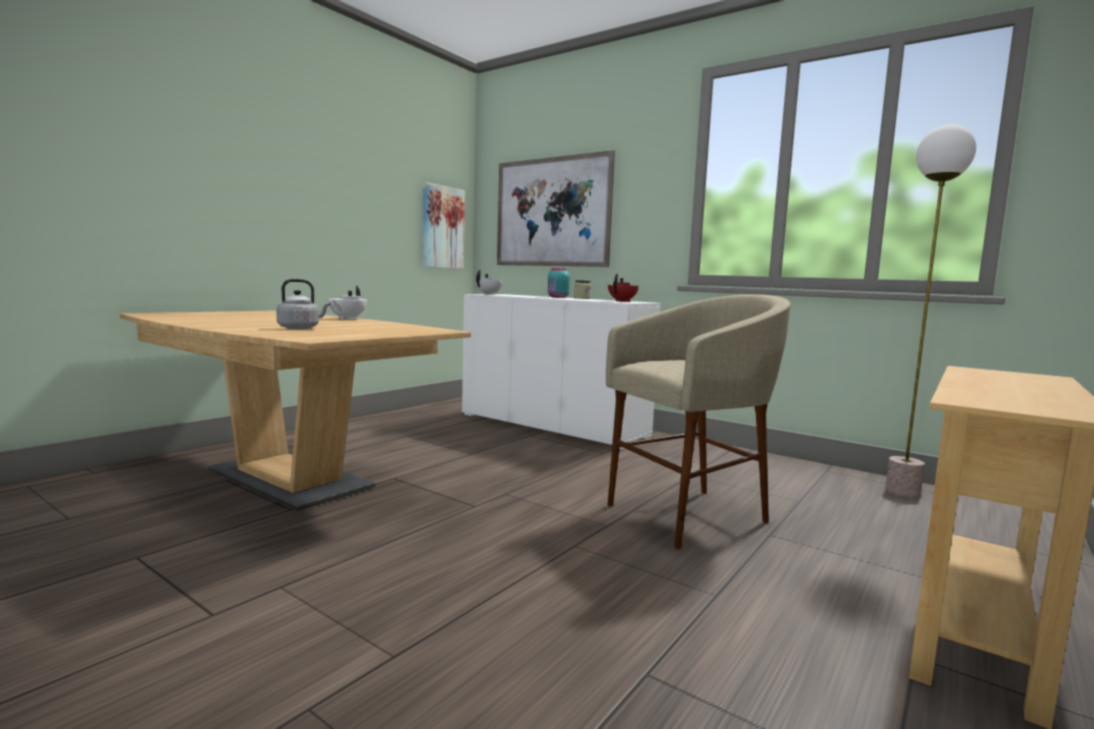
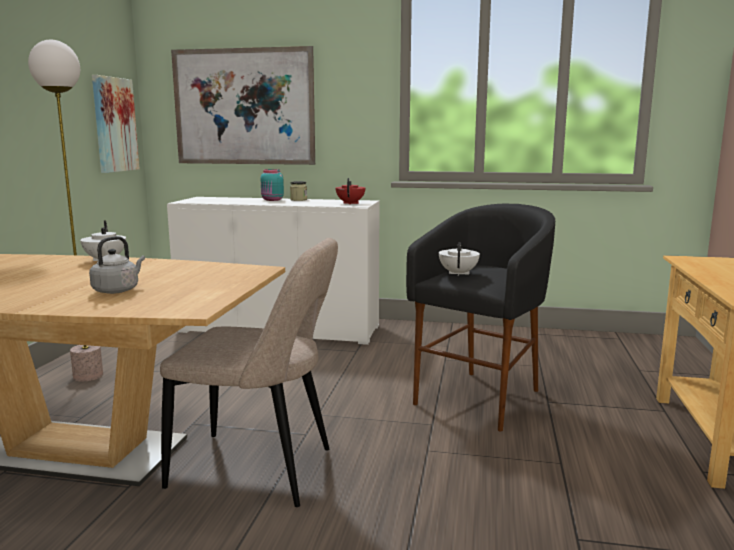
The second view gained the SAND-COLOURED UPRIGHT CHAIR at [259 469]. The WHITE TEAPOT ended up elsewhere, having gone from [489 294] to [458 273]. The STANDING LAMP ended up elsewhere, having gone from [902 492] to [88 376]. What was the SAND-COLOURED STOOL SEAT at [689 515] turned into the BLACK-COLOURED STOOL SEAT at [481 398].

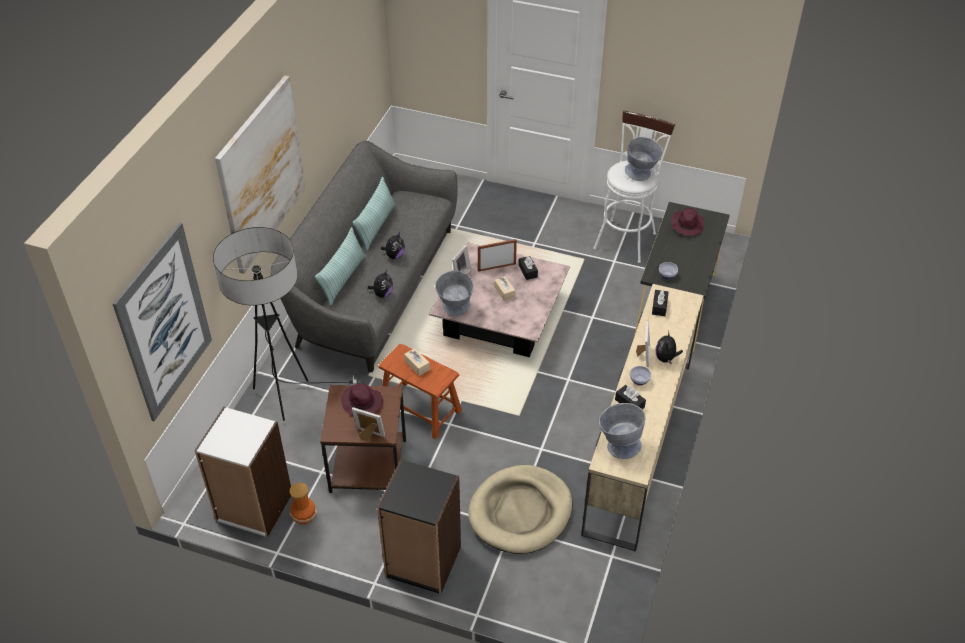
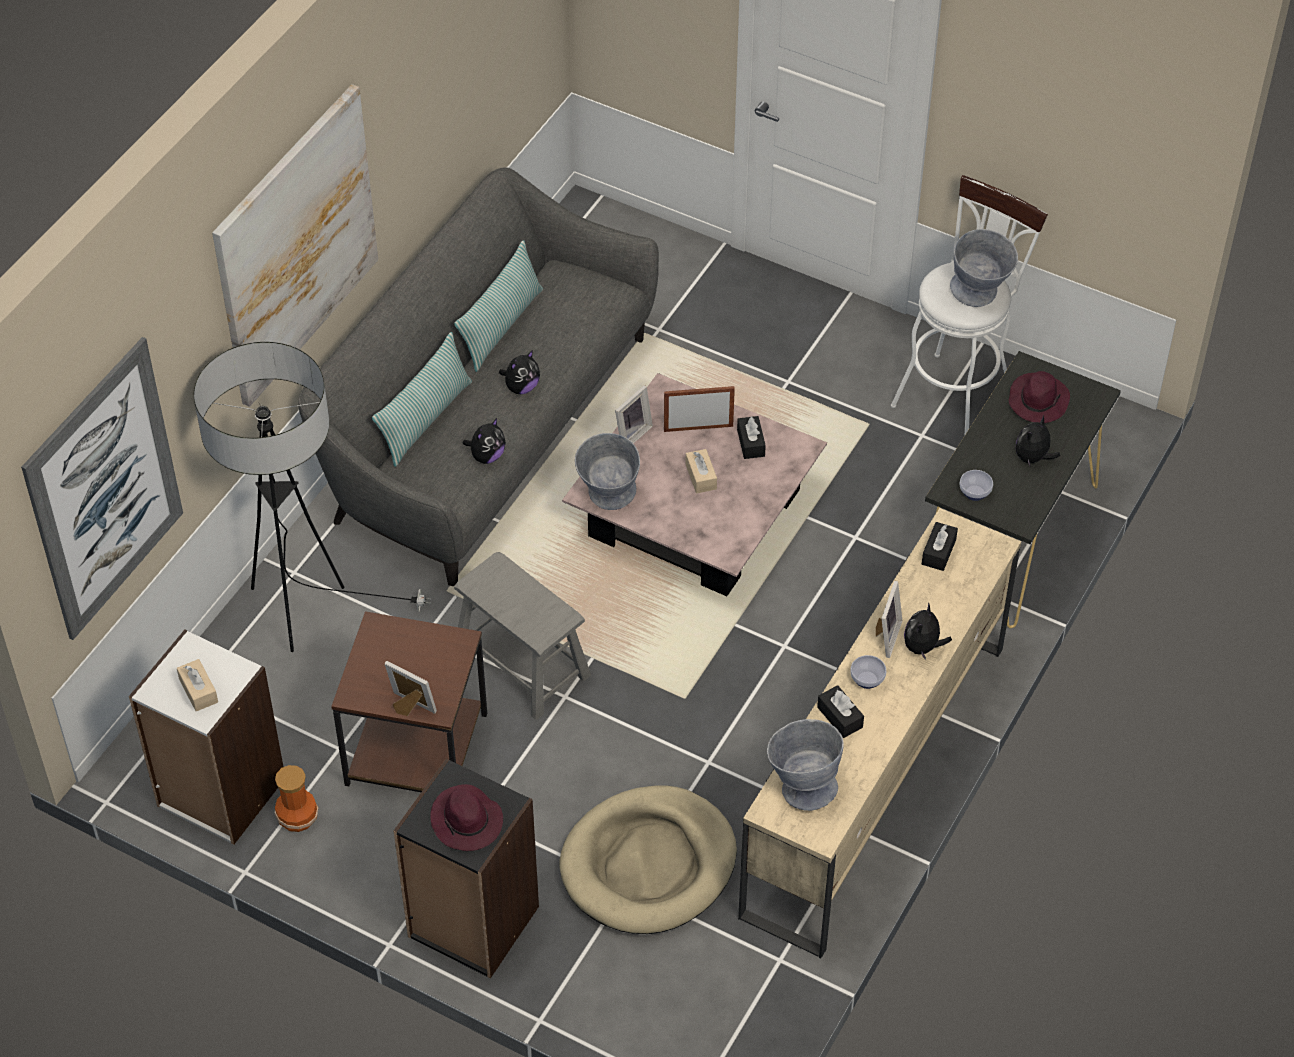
The second view gained the PLUSH TOY at [1033 458]. The PURPLE-COLOURED HAT ended up elsewhere, having gone from [362 403] to [467 822]. The SAND-COLOURED BOX OF TISSUES ended up elsewhere, having gone from [417 365] to [198 691]. What was the BROWNISH STOOL SEAT at [420 409] turned into the GREY STOOL SEAT at [521 664].

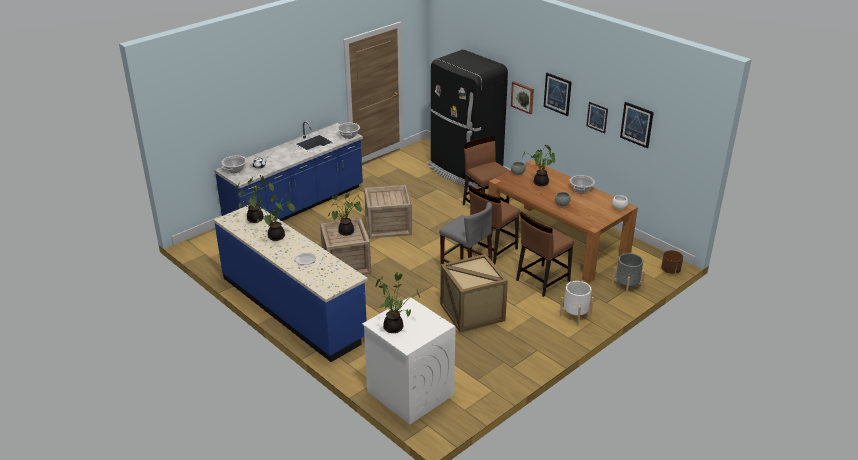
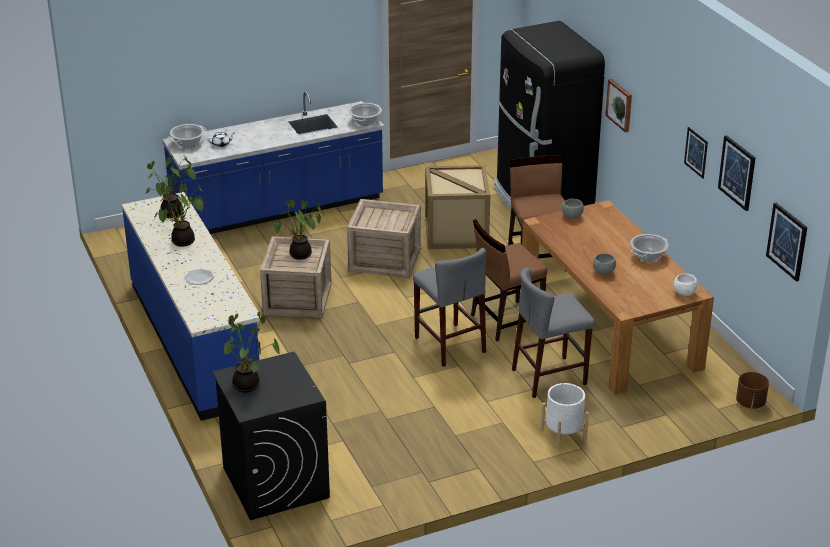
The second view lost the POTTED PLANT at [539 183]. The second view lost the GREY PLANTER at [626 287]. The CRATE ended up elsewhere, having gone from [472 313] to [455 233]. The PICTURE ended up elsewhere, having gone from [557 94] to [787 241]. Where the BROWNISH UPRIGHT CHAIR stood at [542 280], the GREY STOOL SEAT came to stand at [549 377]. What was the WHITE WASHING MACHINE at [409 393] turned into the BLACK-COLOURED WASHING MACHINE at [275 482].

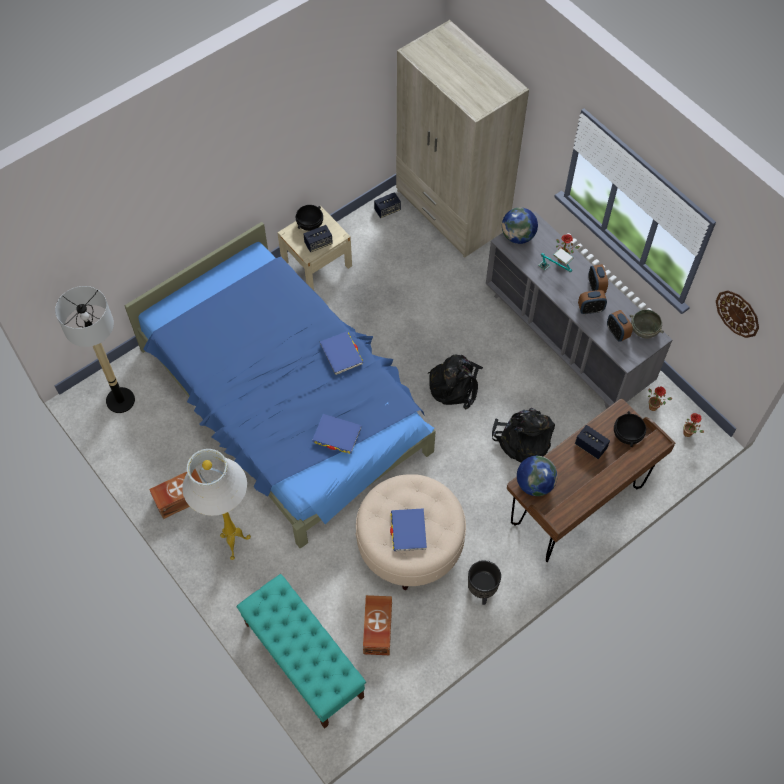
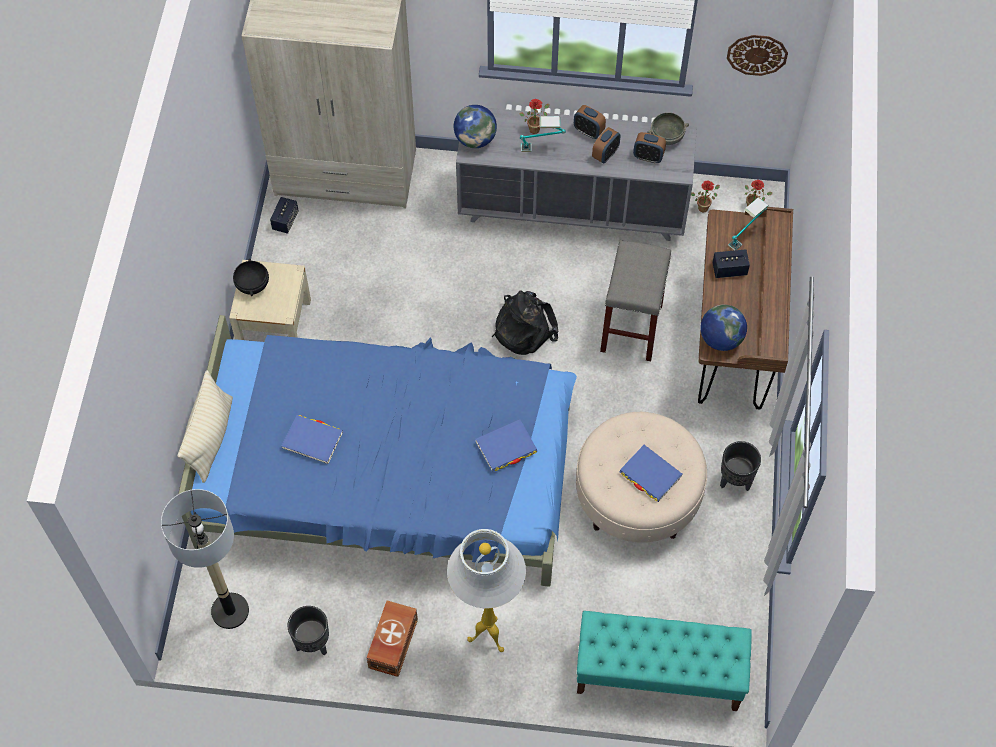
The second view lost the LOUDSPEAKER at [318 244]. The second view lost the BROWNISH STORAGE BIN at [377 630]. The second view gained the SAND-COLOURED CUSHION at [210 438]. The second view gained the BLACK-COLOURED PLANTER at [312 643]. The BLUE VOLUME ended up elsewhere, having gone from [341 354] to [312 440]. Where the BLACK-COLOURED RUCKSACK stood at [522 440], the GREY STOOL SEAT came to stand at [631 327]. Where the BLACK-COLOURED SERVING BOWL stood at [627 434], the LAMP FOR A TABLE came to stand at [746 236].

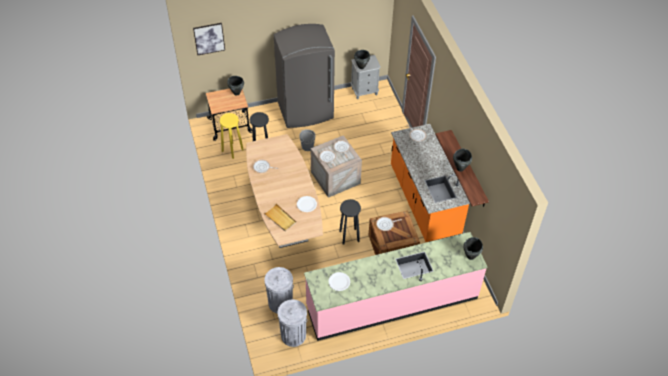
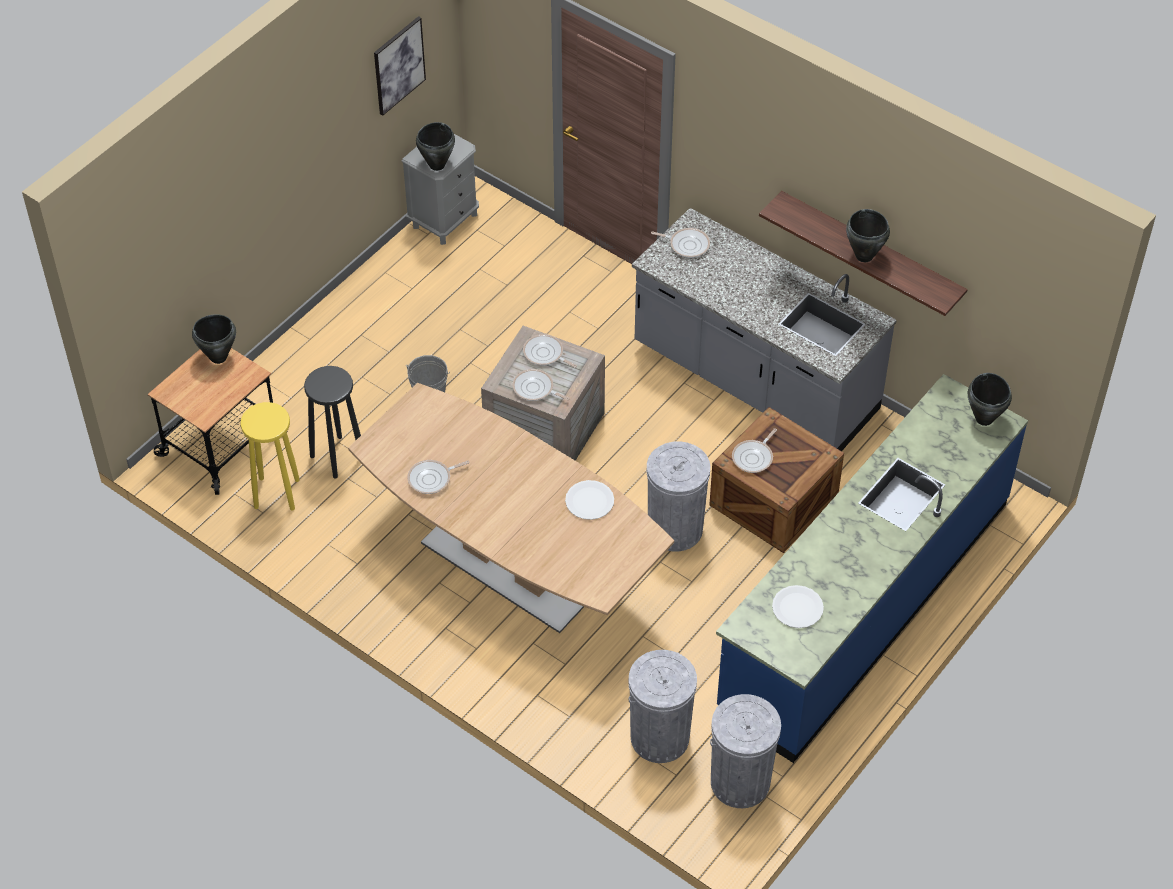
The second view lost the SAND-COLOURED CARRYING TRAY at [280 218]. The second view lost the GREY KITCHEN FRIDGE at [306 111]. The PICTURE ended up elsewhere, having gone from [209 38] to [398 65]. Where the BLACK-COLOURED STOOL SEAT stood at [349 236], the GREY WASTE BIN came to stand at [675 529]. What was the PINKISH COUNTER at [392 302] turned into the BLUE COUNTER at [863 604]. What was the ORANGE-COLOURED COUNTER at [423 201] turned into the GREY COUNTER at [754 379].

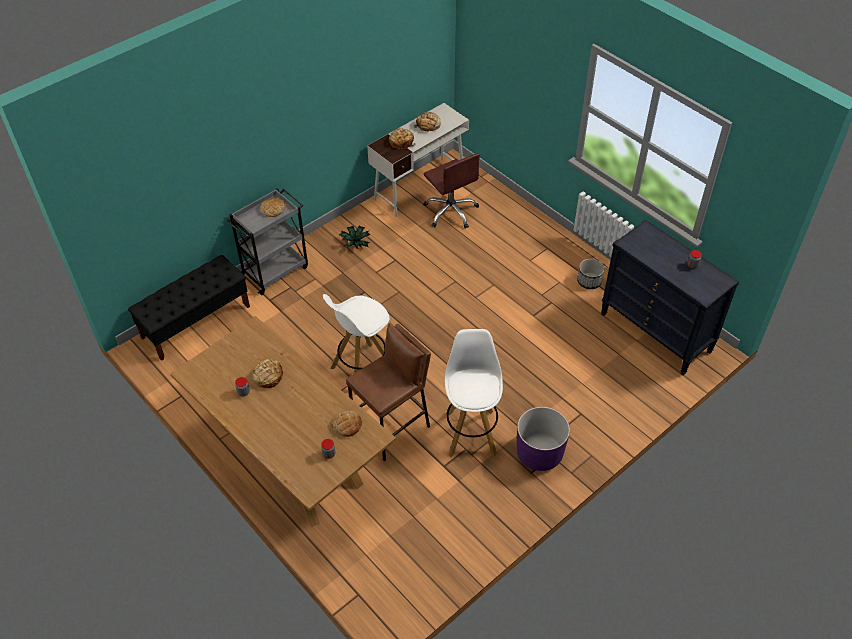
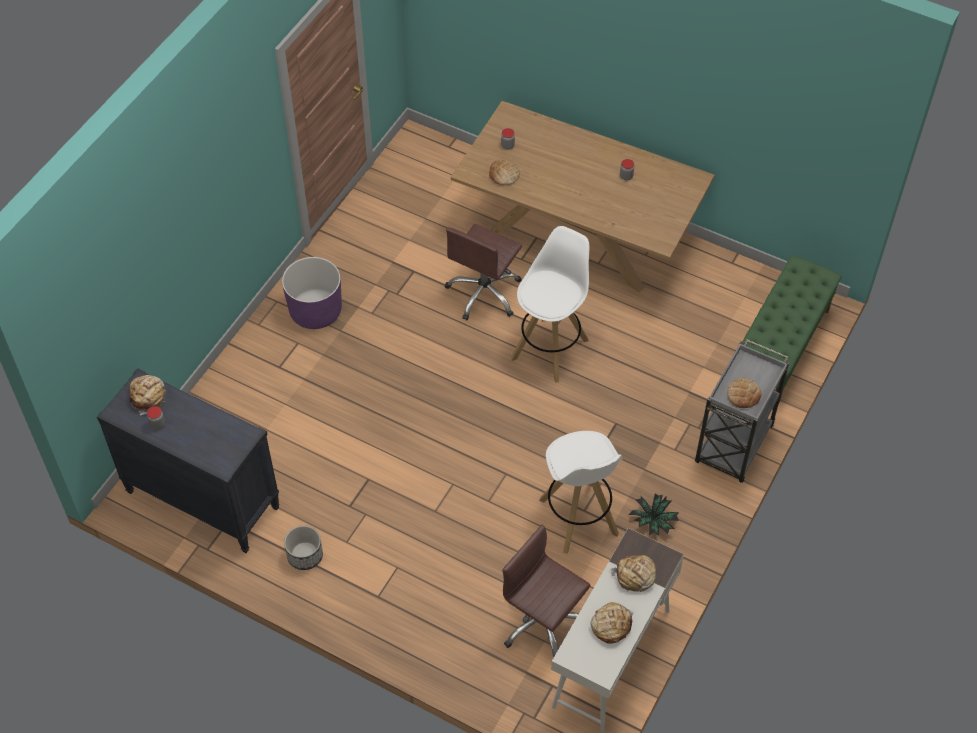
The BREAD ended up elsewhere, having gone from [268 376] to [148 396]. The WHITE STOOL SEAT ended up elsewhere, having gone from [471 432] to [579 518]. Where the BROWNISH STOOL SEAT stood at [392 428], the BROWNISH DESK CHAIR came to stand at [484 293]. What was the BLACK-COLOURED INDOOR BENCH at [196 322] turned into the GREEN INDOOR BENCH at [780 348].

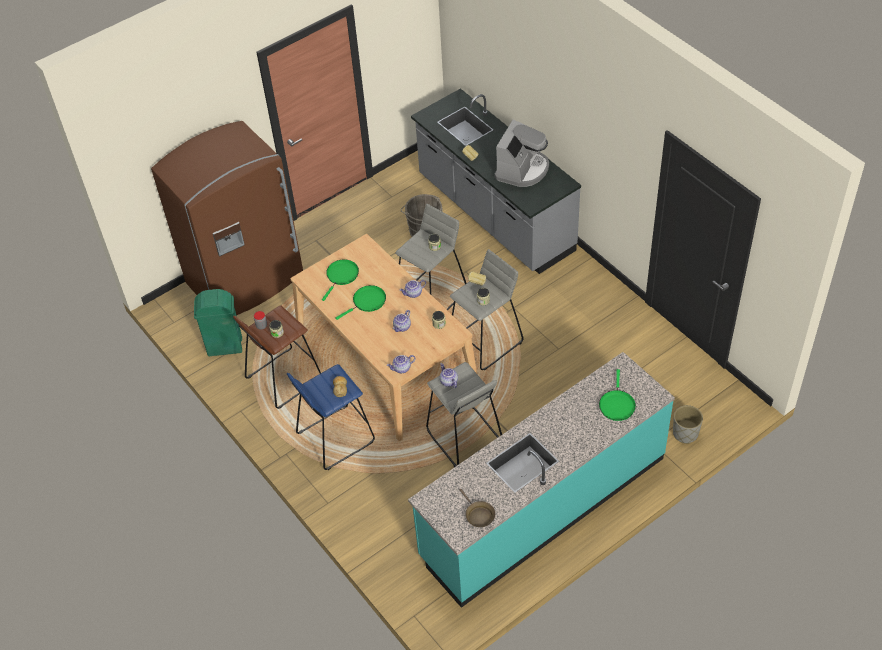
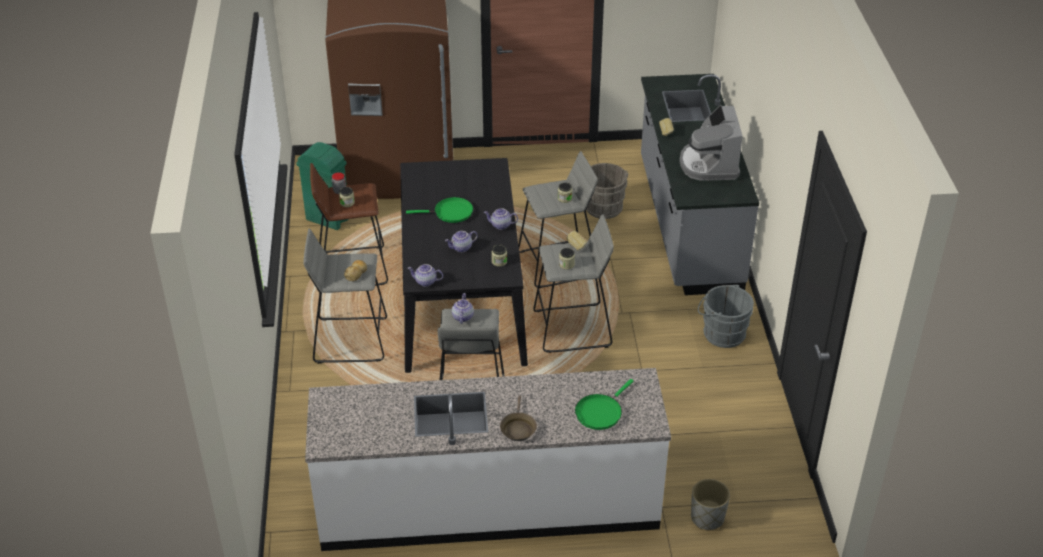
The second view lost the GREEN SKILLET at [341 276]. The second view gained the GREY PAIL at [721 333]. The BROWNISH SKILLET ended up elsewhere, having gone from [478 515] to [518 428]. What was the BLUE STOOL SEAT at [335 437] turned into the GREY STOOL SEAT at [350 339]. What was the SAND-COLOURED DINNER TABLE at [386 359] turned into the BLACK-COLOURED DINNER TABLE at [461 298]. What was the TURQUOISE-COLOURED COUNTER at [542 507] turned into the WHITE COUNTER at [488 505]. The COFFEE MAKER at [522 169] ended up facing another way, 120 degrees clockwise from before.

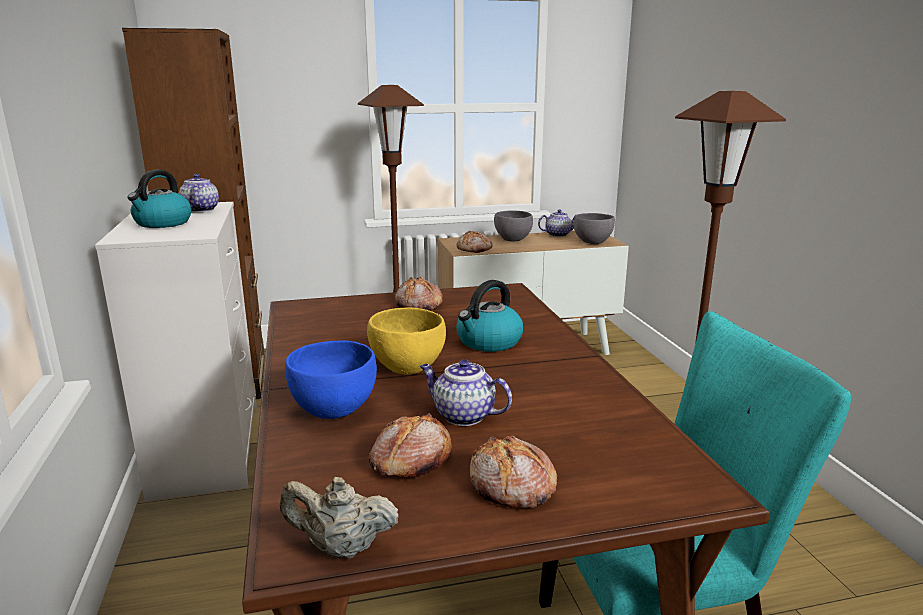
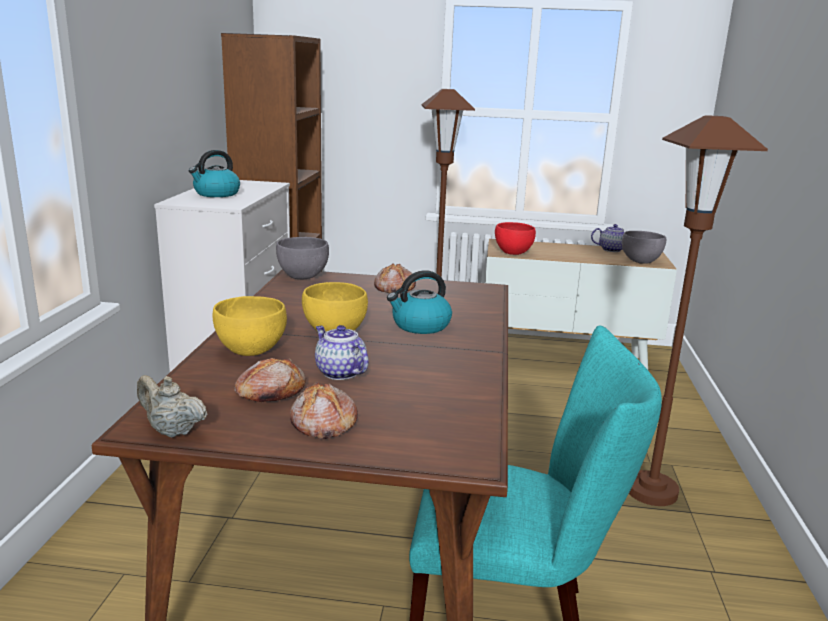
The second view lost the TEAPOT at [200 210]. The GREY SERVING BOWL ended up elsewhere, having gone from [513 239] to [302 276]. Where the BREAD stood at [474 249], the RED-COLOURED SERVING BOWL came to stand at [513 252]. What was the BLUE SERVING BOWL at [334 410] turned into the YELLOW-COLOURED SERVING BOWL at [251 350].

